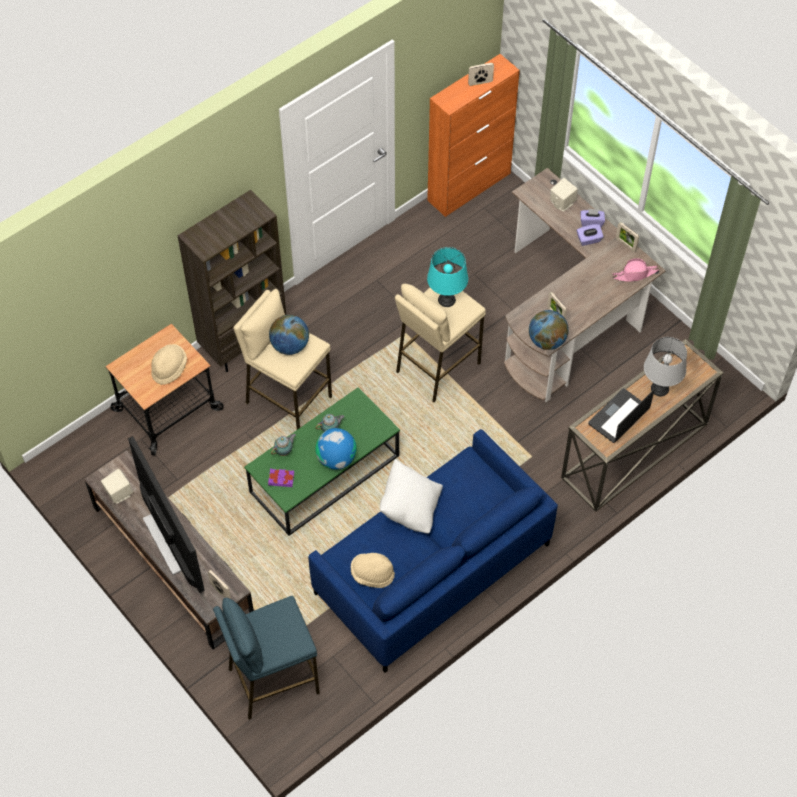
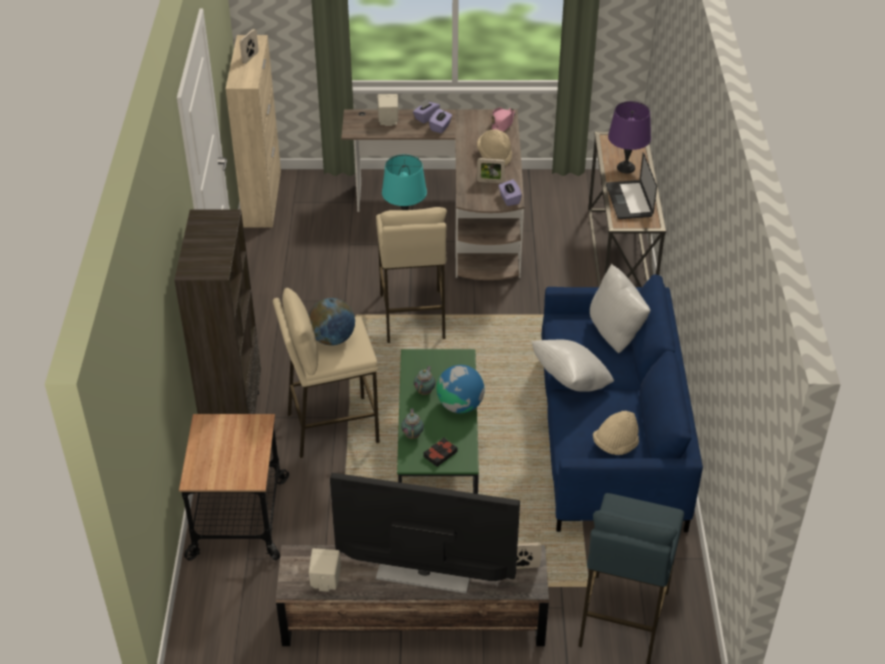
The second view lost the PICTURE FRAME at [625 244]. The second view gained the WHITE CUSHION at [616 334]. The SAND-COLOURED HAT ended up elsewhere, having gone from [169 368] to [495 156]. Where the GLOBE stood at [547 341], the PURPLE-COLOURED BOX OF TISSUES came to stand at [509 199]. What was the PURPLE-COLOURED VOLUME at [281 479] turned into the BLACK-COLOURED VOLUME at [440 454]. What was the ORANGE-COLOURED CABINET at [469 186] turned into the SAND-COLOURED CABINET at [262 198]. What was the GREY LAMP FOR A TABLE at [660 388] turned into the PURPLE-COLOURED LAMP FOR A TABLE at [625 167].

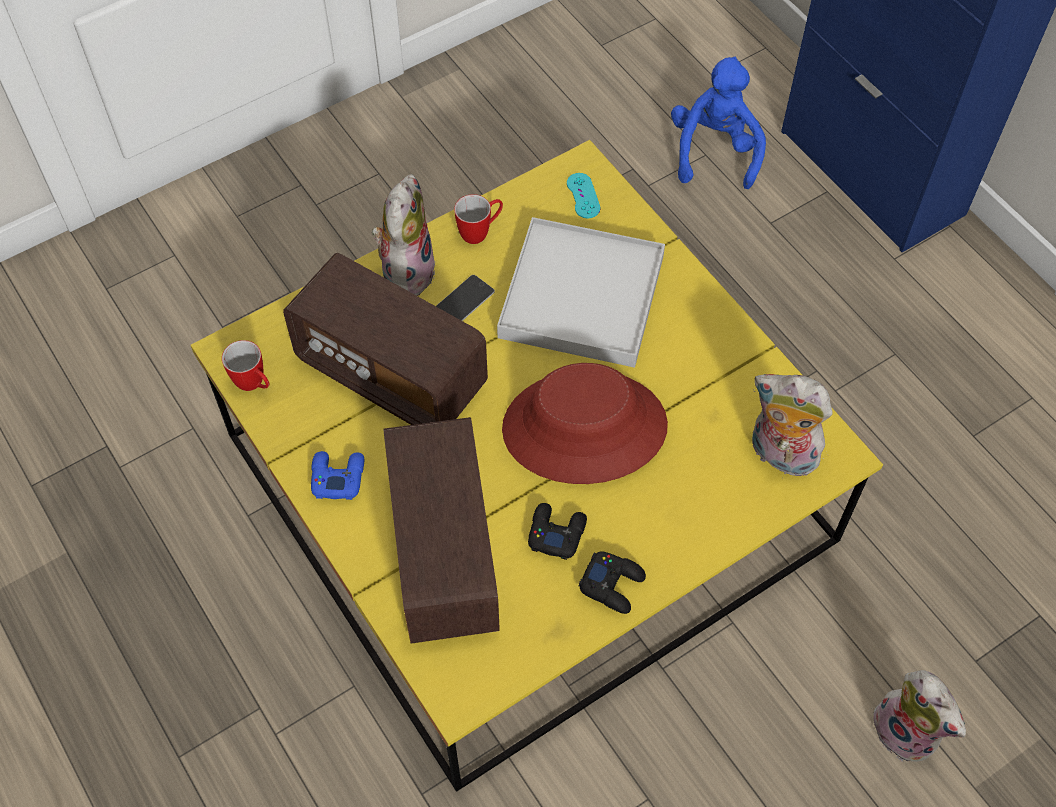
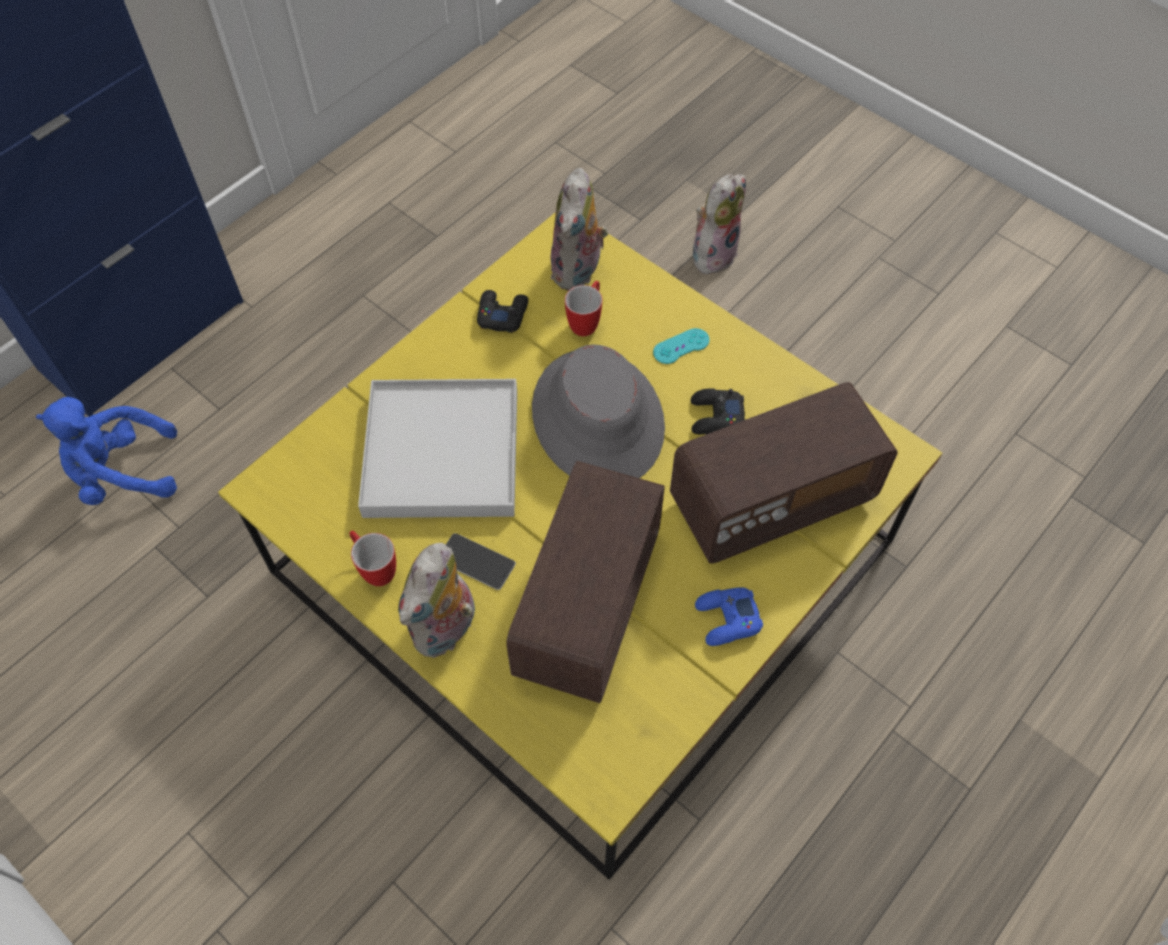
The COFFEE MUG ended up elsewhere, having gone from [254 385] to [586 321]. The TURQUOISE-COLOURED GAME CONTROLLER ended up elsewhere, having gone from [583 196] to [681 346]. The BLACK-COLOURED GAME CONTROLLER ended up elsewhere, having gone from [612 584] to [502 314]. What was the RED-COLOURED HAT at [584 428] turned into the GREY HAT at [598 418]. The PLUSH TOY at [406 271] ended up facing another way, 60 degrees counterclockwise from before.

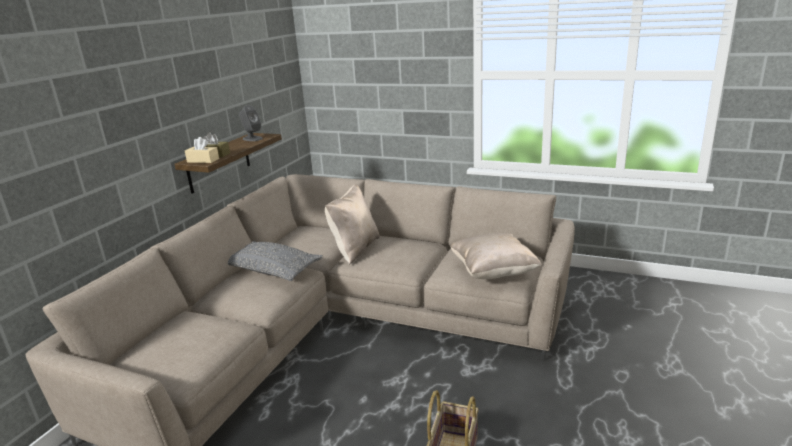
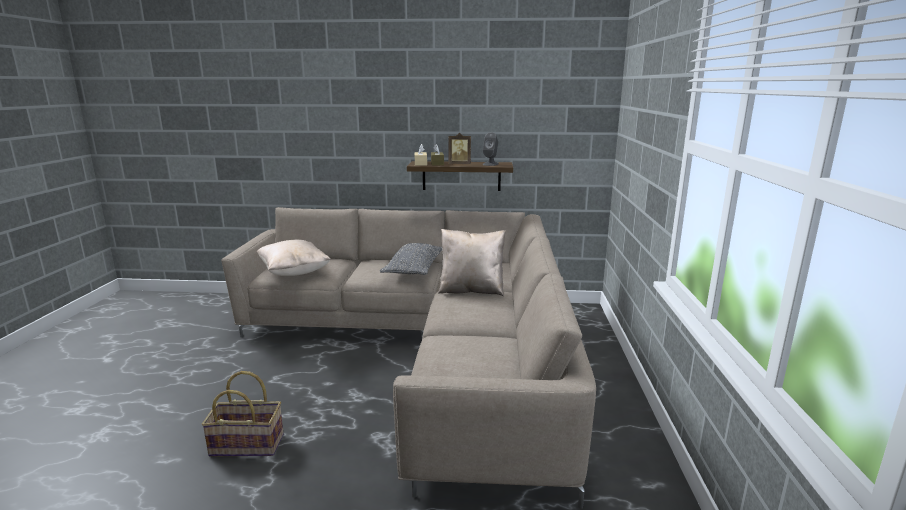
The second view gained the PICTURE FRAME at [459 164]. The SAND-COLOURED CUSHION ended up elsewhere, having gone from [493 272] to [294 272].

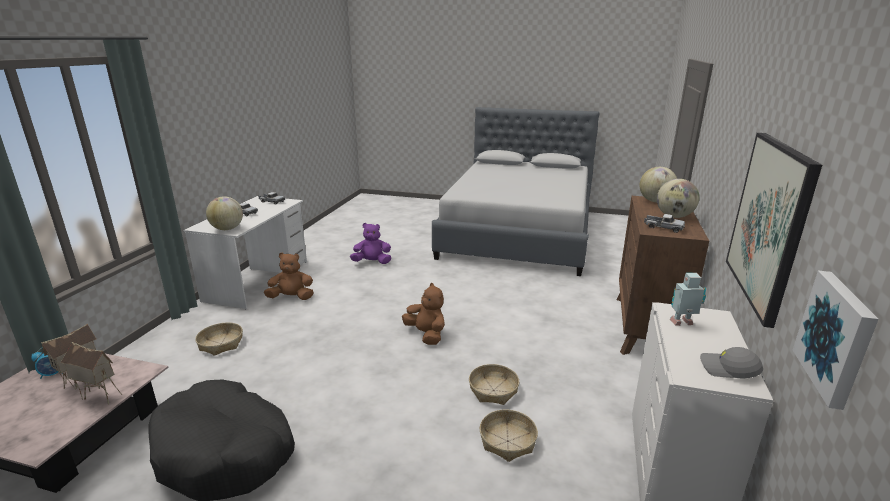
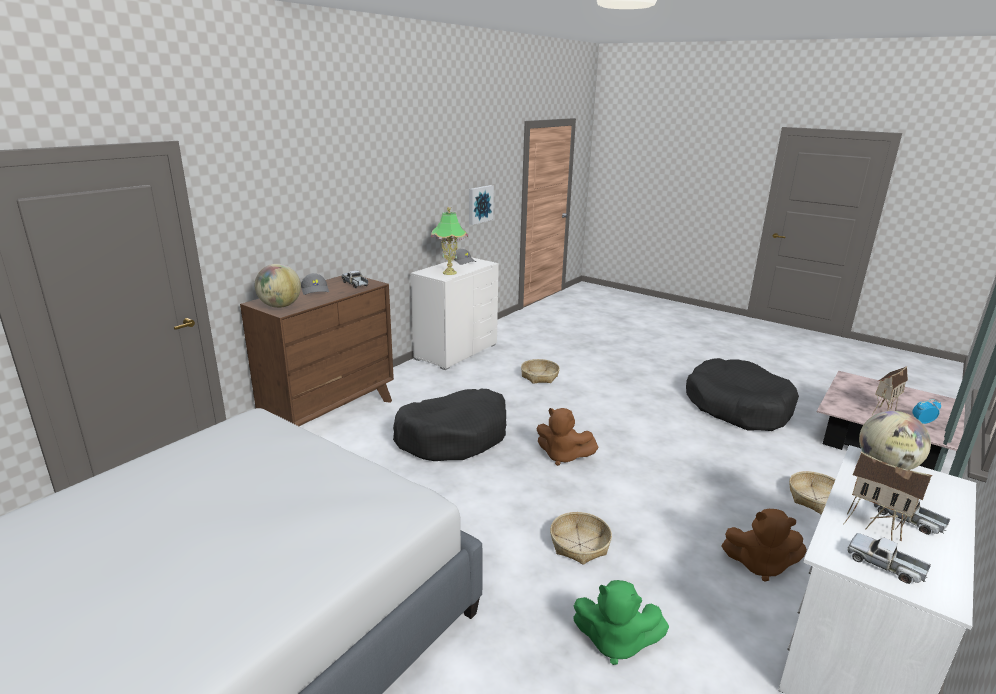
The second view lost the PICTURE at [769 223]. The second view gained the BLACK-COLOURED DOG BED at [453 436]. The TOY HOUSE ended up elsewhere, having gone from [98 397] to [874 528]. The BASKET ended up elsewhere, having gone from [493 390] to [580 544]. Where the GLOBE stood at [674 216], the GREY CAP came to stand at [315 290]. Where the MODEL ROBOT stood at [682 323], the LAMP FOR A TABLE came to stand at [450 273]. What was the PURPLE-COLOURED PLUSH TOY at [372 262] turned into the GREEN PLUSH TOY at [615 642]. The BROWNISH PLUSH TOY at [426 335] ended up facing another way, 45 degrees counterclockwise from before.

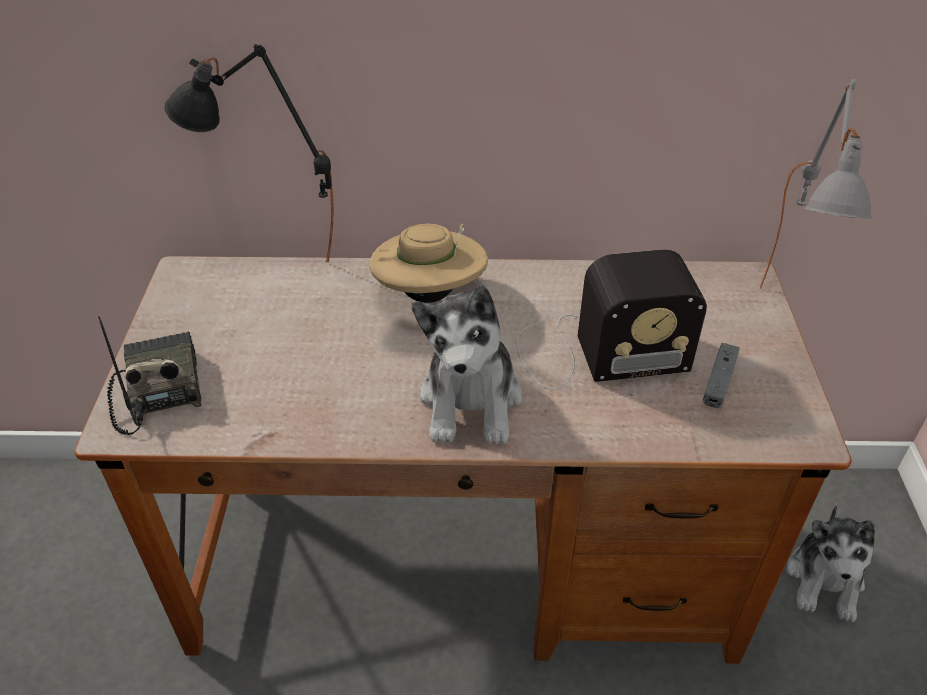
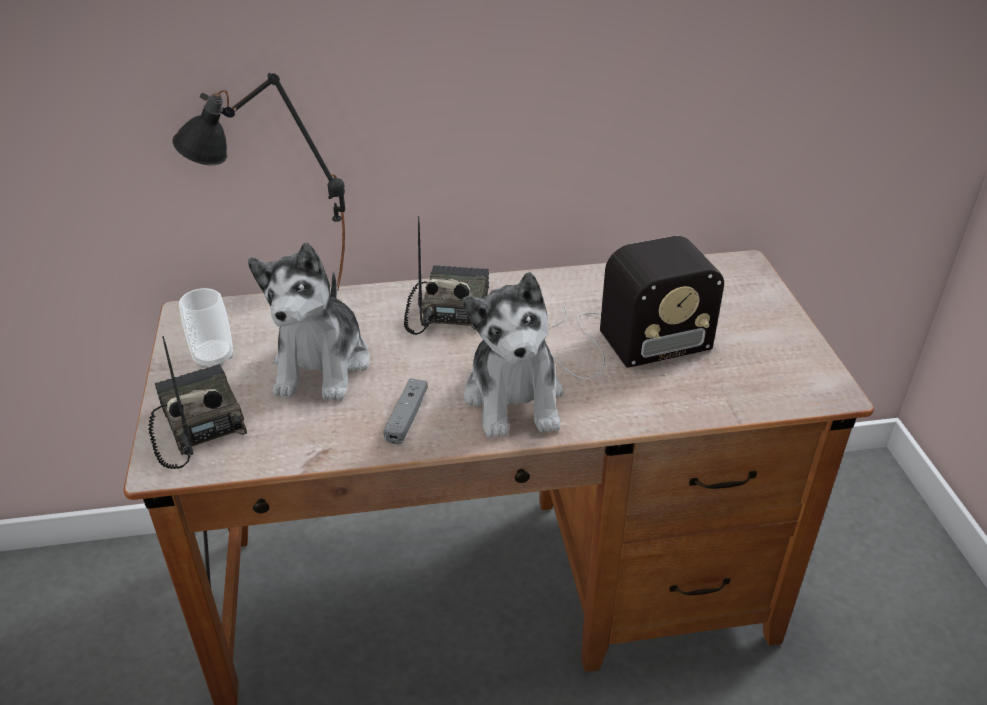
The second view lost the GREY LAMP FOR A TABLE at [782 324]. The second view gained the DRINKING CUP at [213 358]. The GREY GAME CONTROLLER ended up elsewhere, having gone from [719 381] to [406 417]. The PLUSH TOY ended up elsewhere, having gone from [825 580] to [322 365]. Where the SAND-COLOURED HAT stood at [430 295], the RADIO RECEIVER came to stand at [448 309].

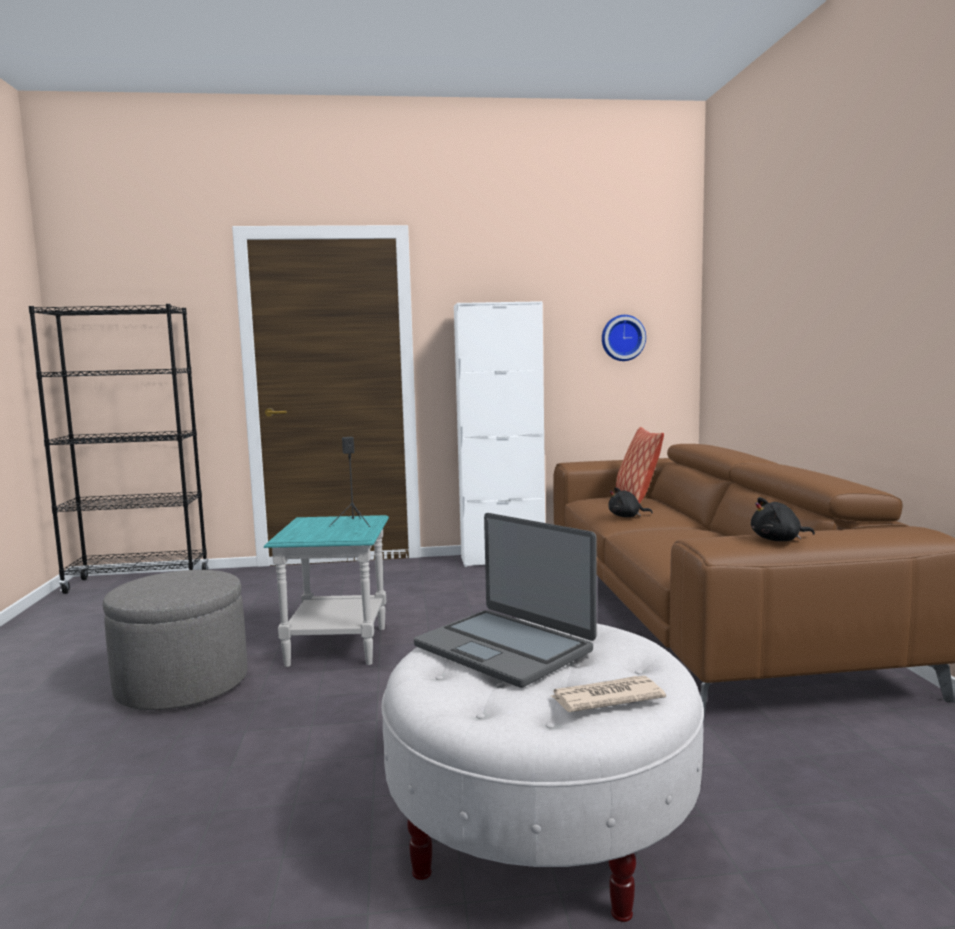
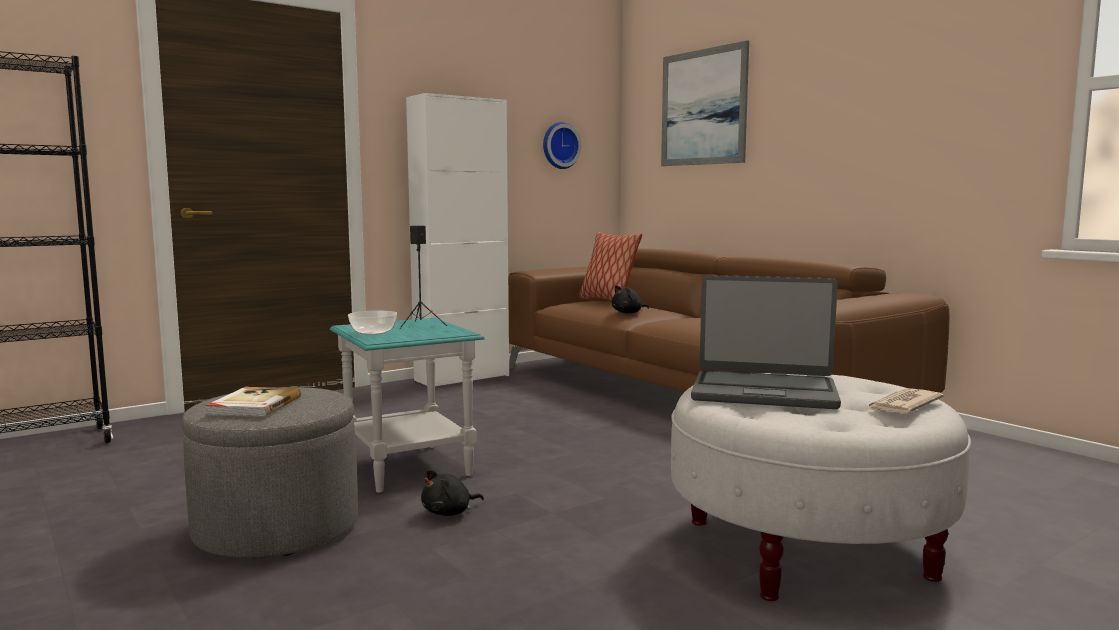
The second view gained the VOLUME at [253 405]. The second view gained the SERVING BOWL at [373 332]. The second view gained the PICTURE at [703 107]. The BLACK-COLOURED PLUSH TOY ended up elsewhere, having gone from [778 540] to [449 512].

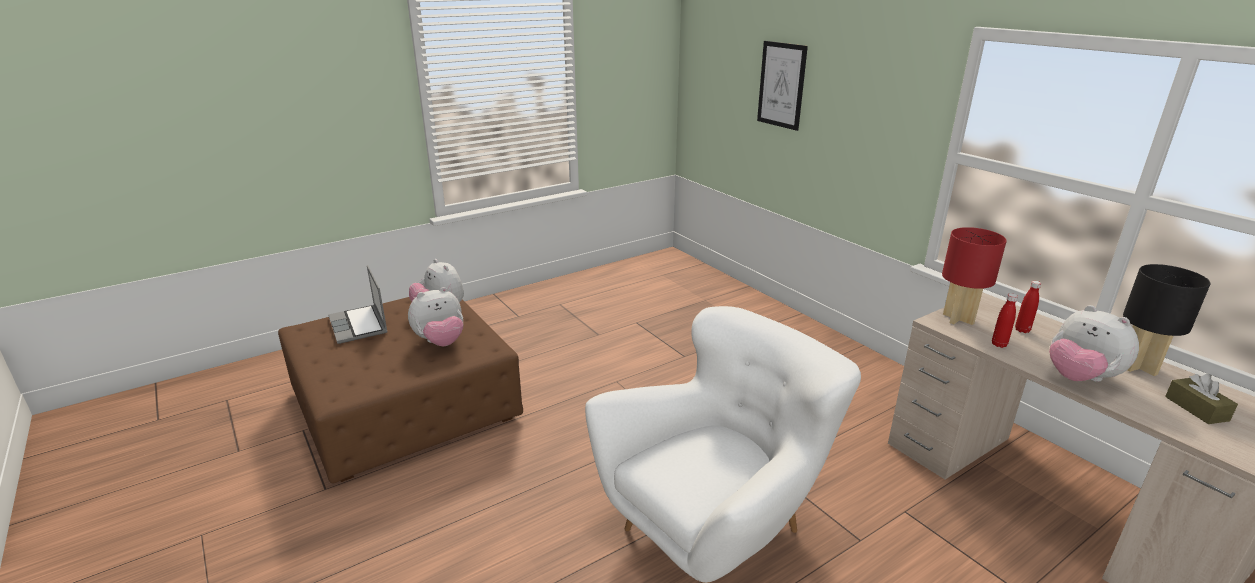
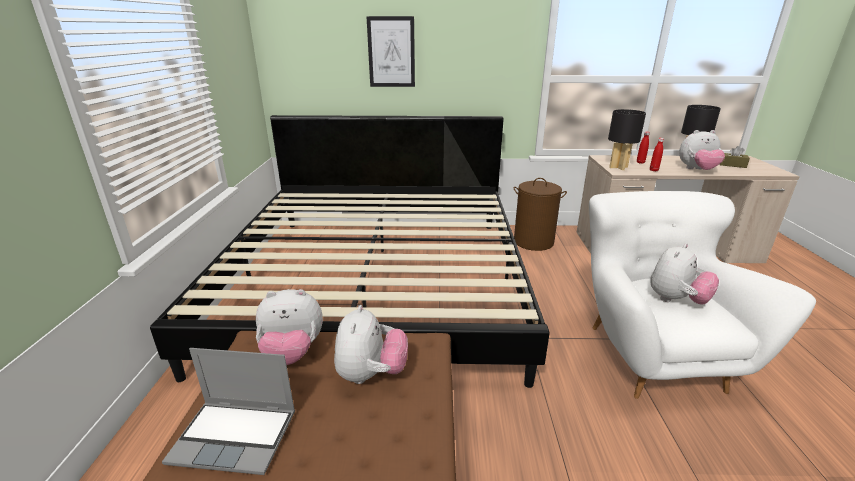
The second view gained the BEDROOM BED at [377 282]. The second view gained the BROWNISH LAUNDRY BASKET at [534 242]. The second view gained the PLUSH TOY at [676 300]. What was the RED-COLOURED LAMP FOR A TABLE at [959 319] turned into the BLACK-COLOURED LAMP FOR A TABLE at [618 167].

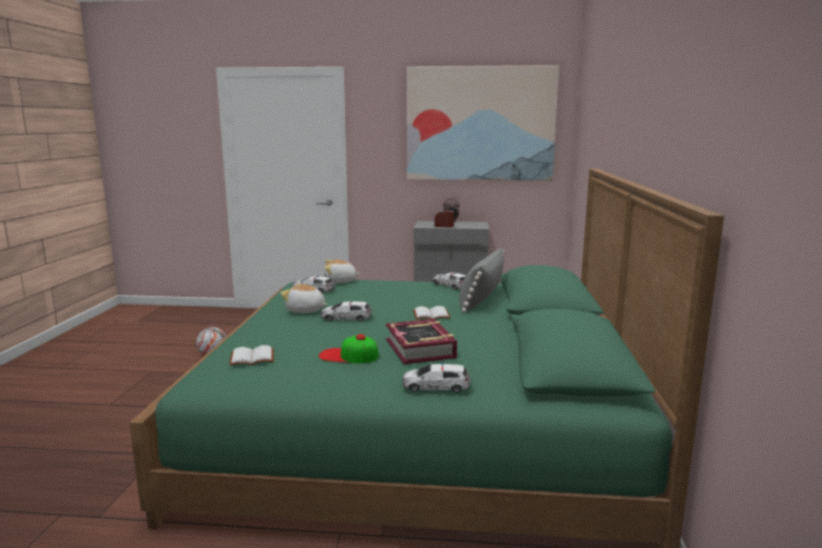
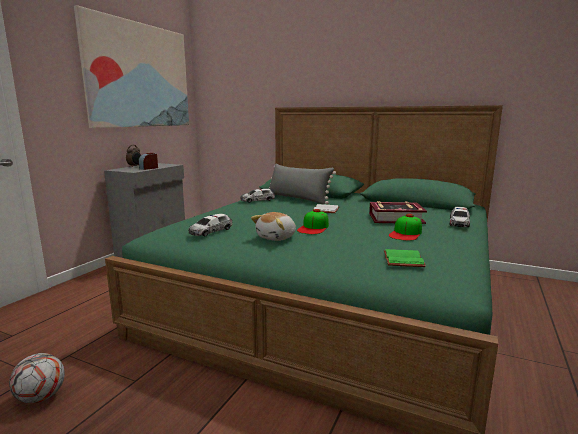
The second view lost the PLUSH TOY at [340 281]. Where the MINIATURE CAR stood at [346 318], the CAP came to stand at [313 227]. What was the WHITE VOLUME at [253 357] turned into the GREEN VOLUME at [401 259].

